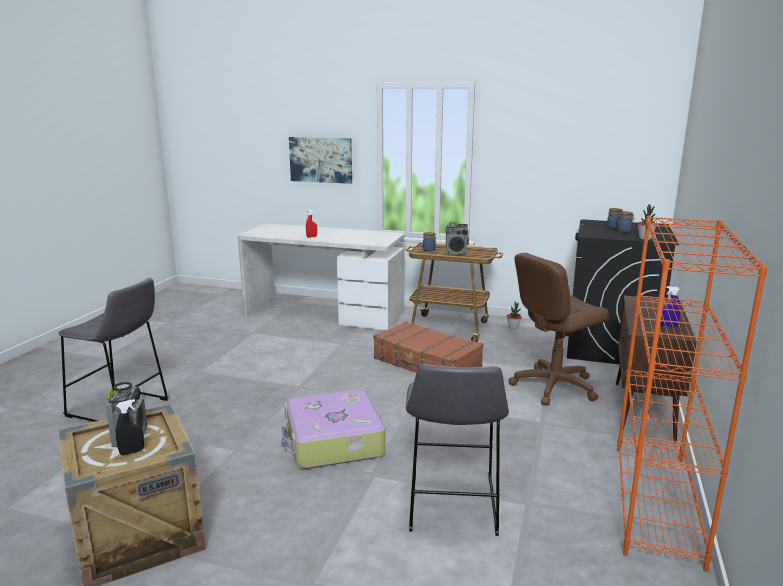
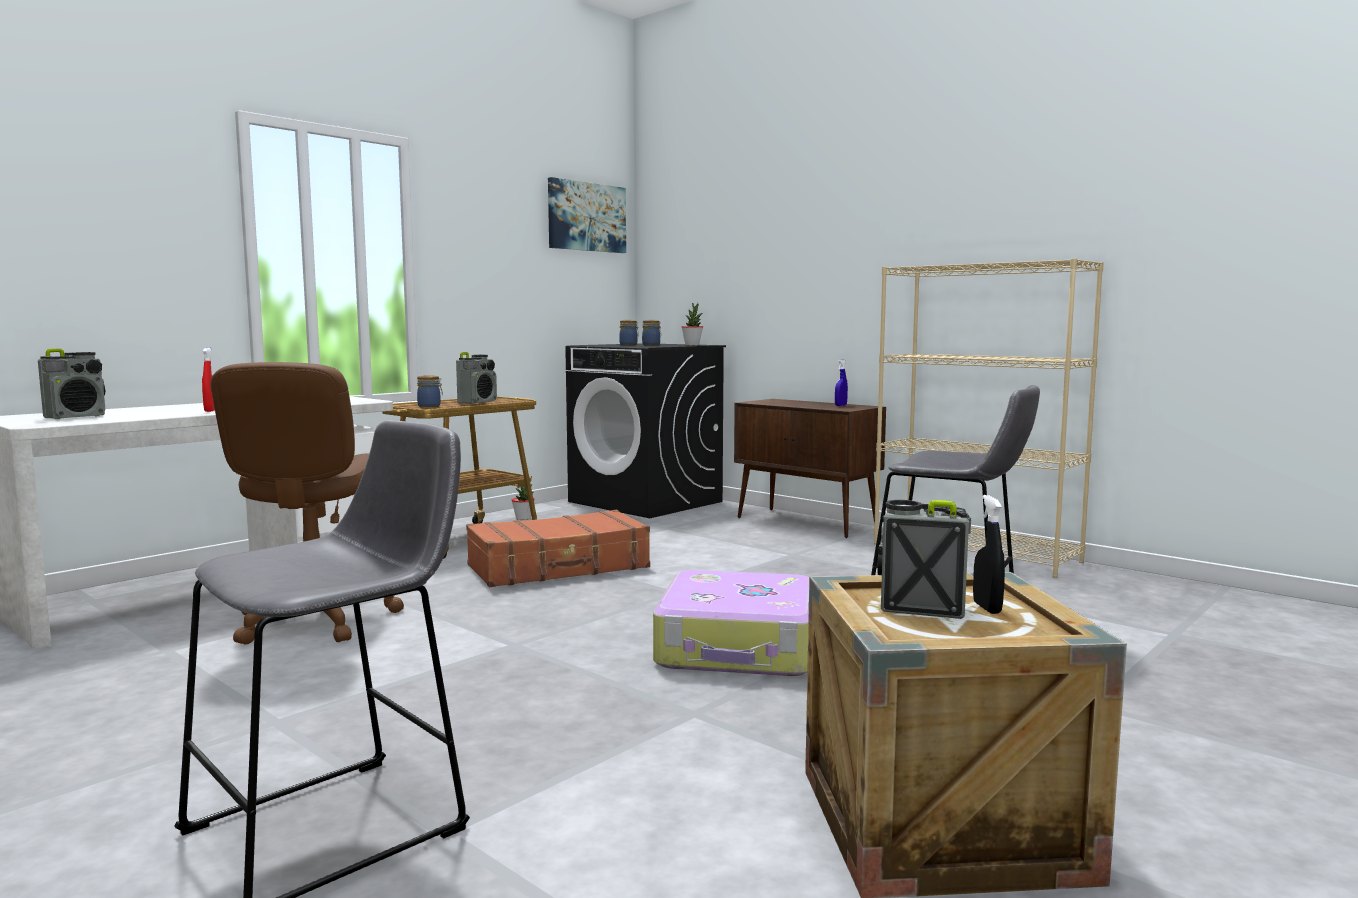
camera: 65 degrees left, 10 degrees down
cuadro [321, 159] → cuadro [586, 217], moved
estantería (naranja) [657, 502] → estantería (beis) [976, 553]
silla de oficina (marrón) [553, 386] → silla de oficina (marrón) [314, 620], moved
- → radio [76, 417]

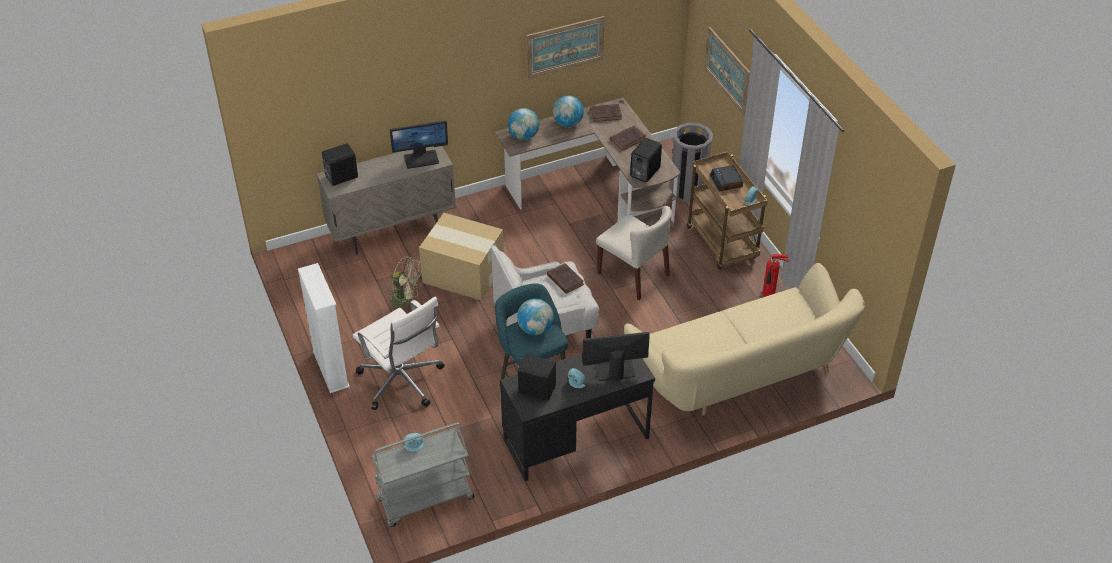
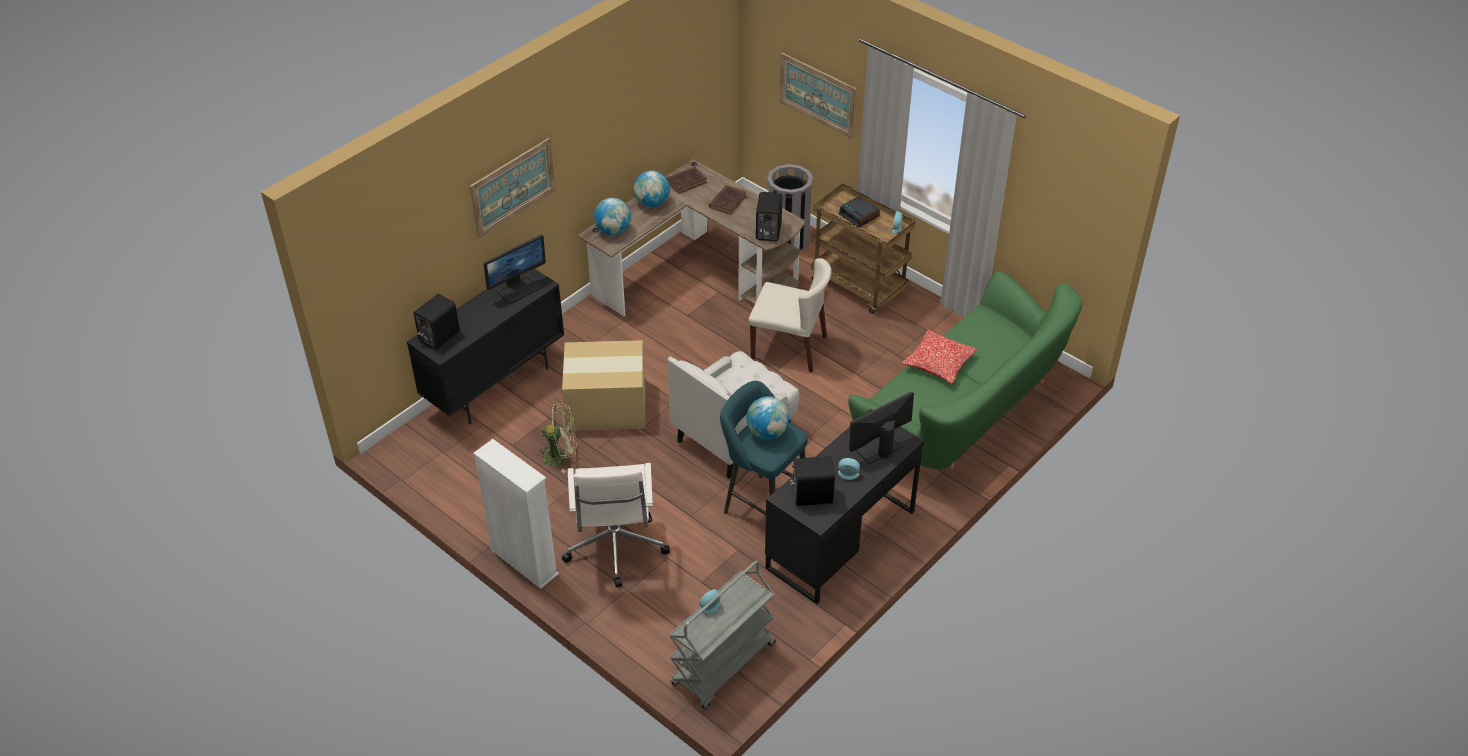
camera: 25 degrees left, 0 degrees up
cuadro [565, 46] → cuadro [513, 187], moved
armario (beis) [392, 231] → armario (negro) [495, 385]
extintor [769, 294] → -
libro (marrón) [564, 279] → -
sofá (beis) [740, 375] → sofá (verde) [962, 415]
silla de oficina (blanco) [402, 382] → silla de oficina (blanco) [615, 547], 60 degrees clockwise
- → cojín [938, 363]

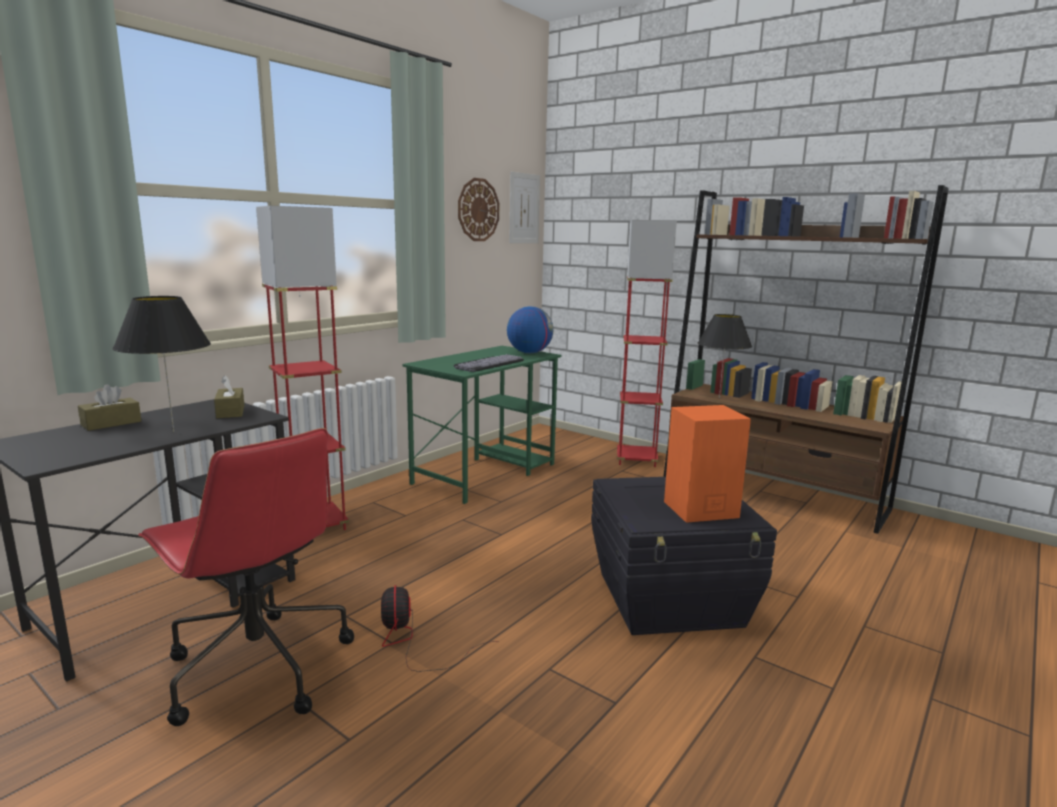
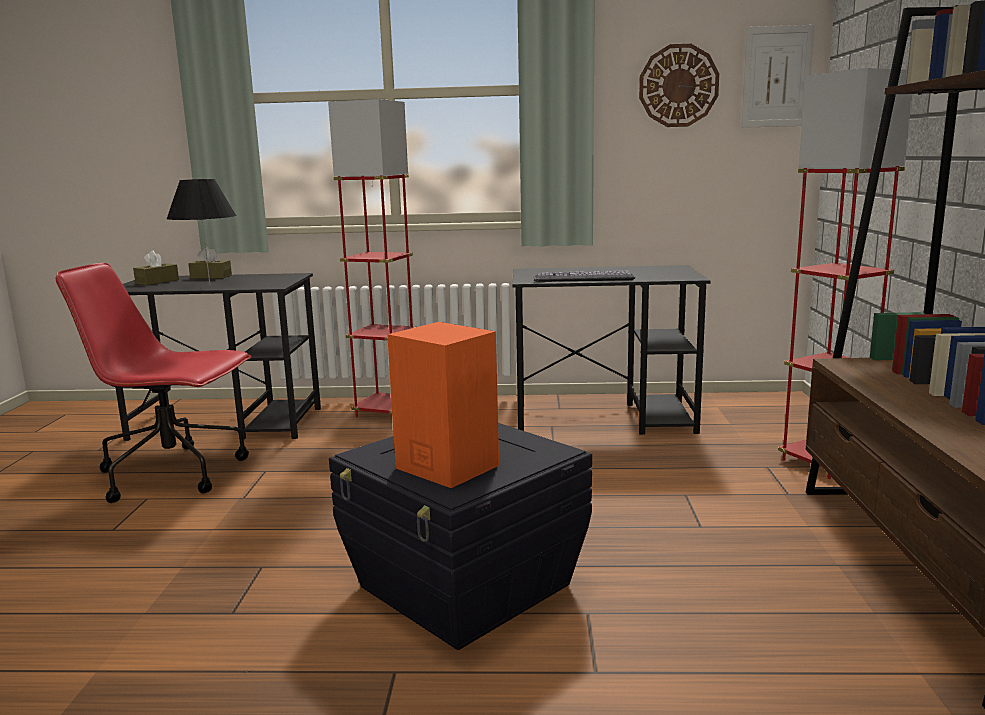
camera: 55 degrees right, 0 degrees up
globo terráqueo [529, 353] → -
lámpara de mesa (negro) [719, 398] → -
escritorio (verde) [486, 473] → escritorio (negro) [605, 419]
caja de pañuelos (marrón) [230, 411] → caja de pañuelos (marrón) [157, 281], moved
silla de oficina (rojo) [256, 667] → silla de oficina (rojo) [175, 473], 90 degrees clockwise
ventilador [413, 642] → -

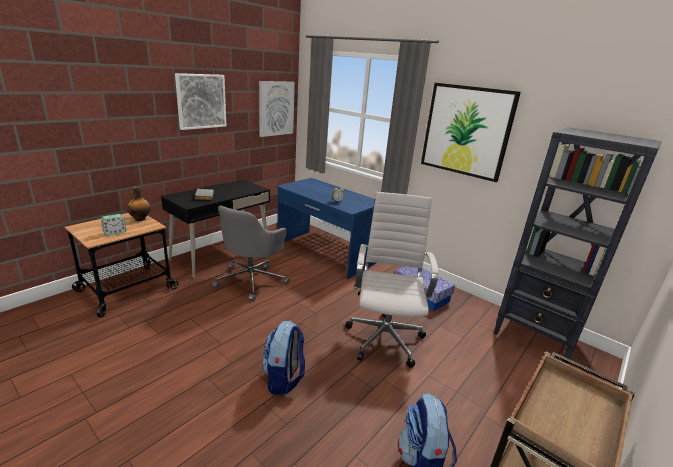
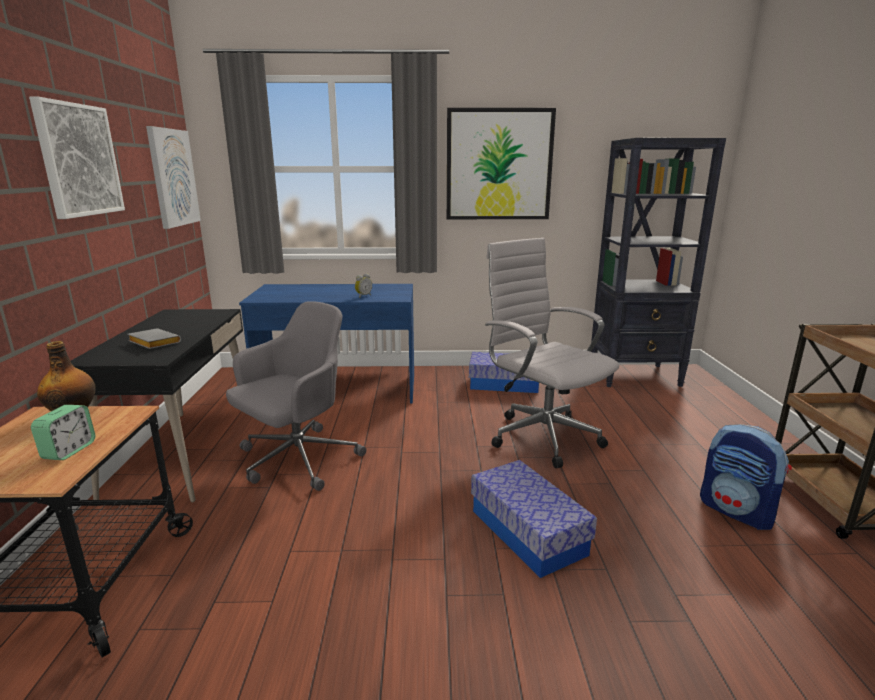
camera: 40 degrees left, 5 degrees down
silla de oficina (gris) [252, 280] → silla de oficina (gris) [297, 460], 120 degrees counterclockwise
mochila [284, 379] → caja de almacenaje [528, 532]

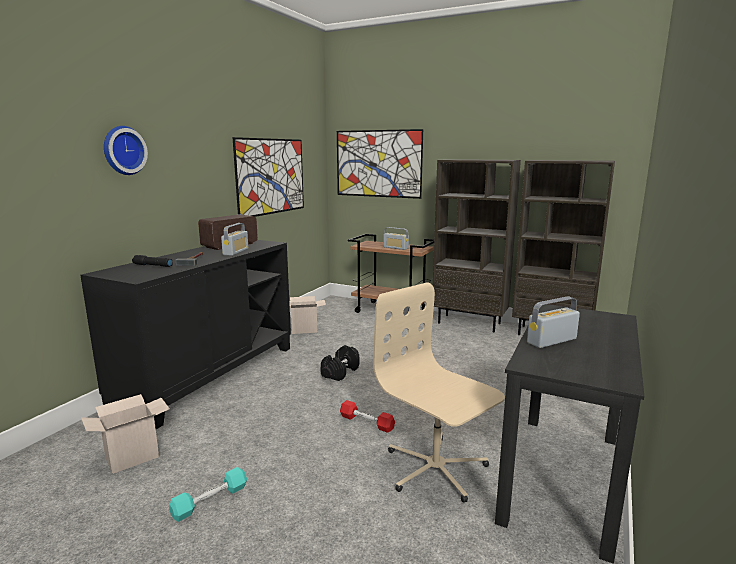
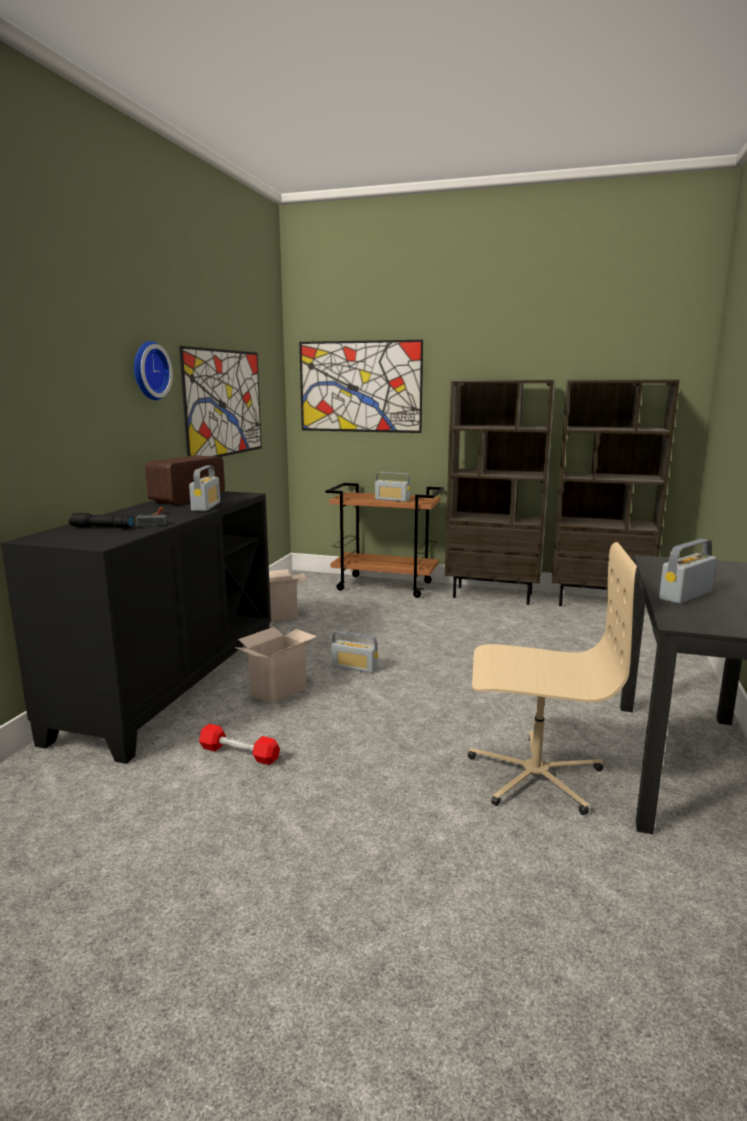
camera: 10 degrees left, 0 degrees up
reloj de pared [123, 150] → reloj de pared [148, 371], moved
silla de oficina (beis) [435, 469] → silla de oficina (beis) [534, 775], 150 degrees clockwise
mancuerna (negro) [340, 372] → radio [354, 667]
caja de cartón [133, 456] → caja de cartón [278, 690], moved
mancuerna (rojo) [366, 422] → mancuerna (rojo) [239, 753], moved
mancuerna (turquesa) [210, 501] → -

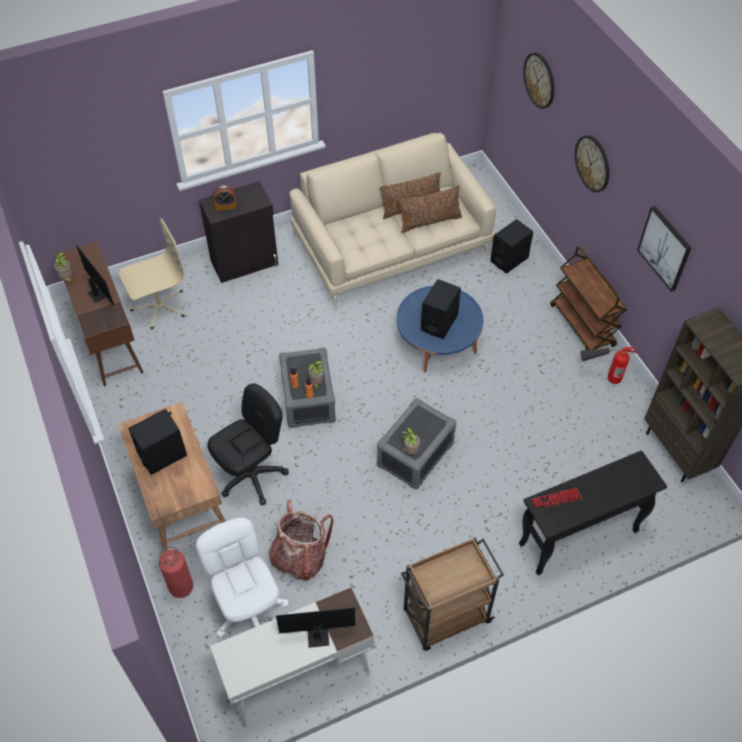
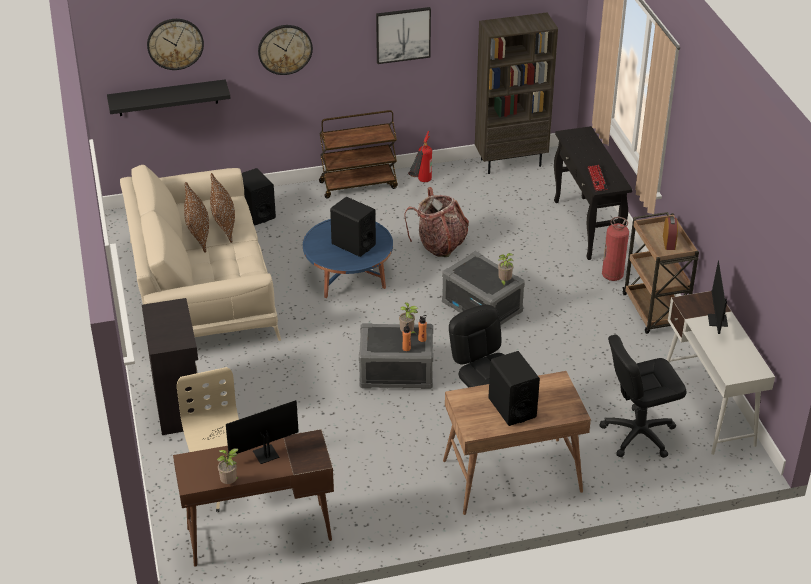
camera: 80 degrees left, 15 degrees down
despertador [226, 206] → despertador [669, 242], moved
mochila [300, 557] → mochila [439, 244], moved
silla de oficina (blanco) [249, 609] → silla de oficina (negro) [638, 434]
extintor [181, 587] → extintor [612, 275], moved
- → estante (negro) [167, 98]

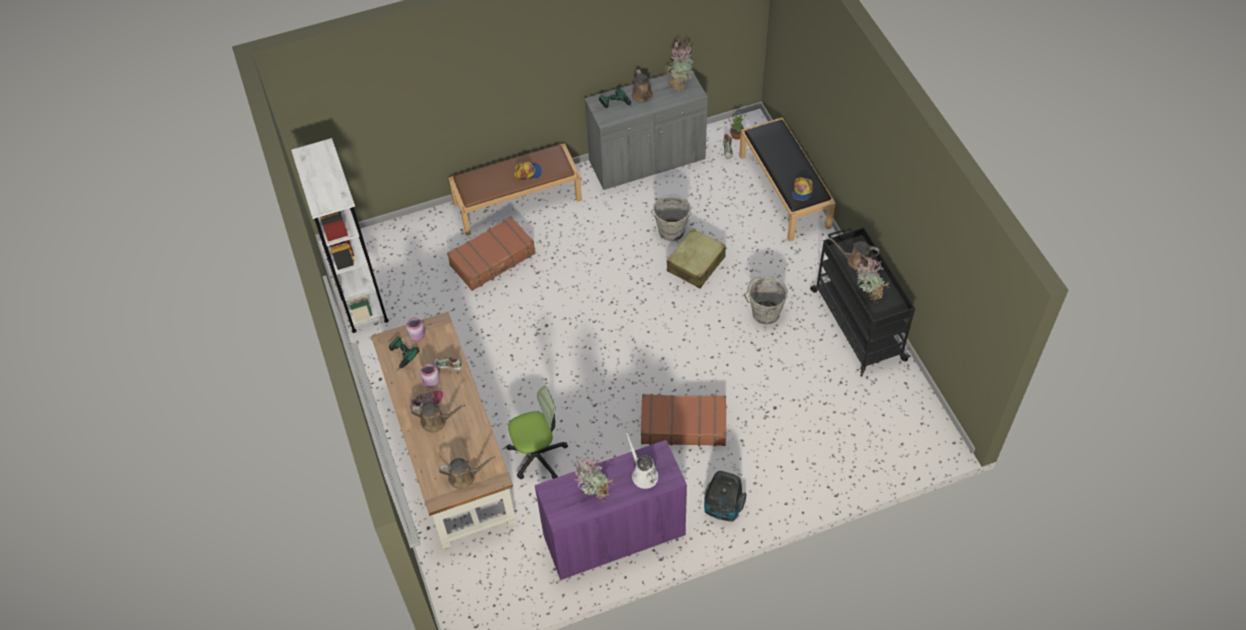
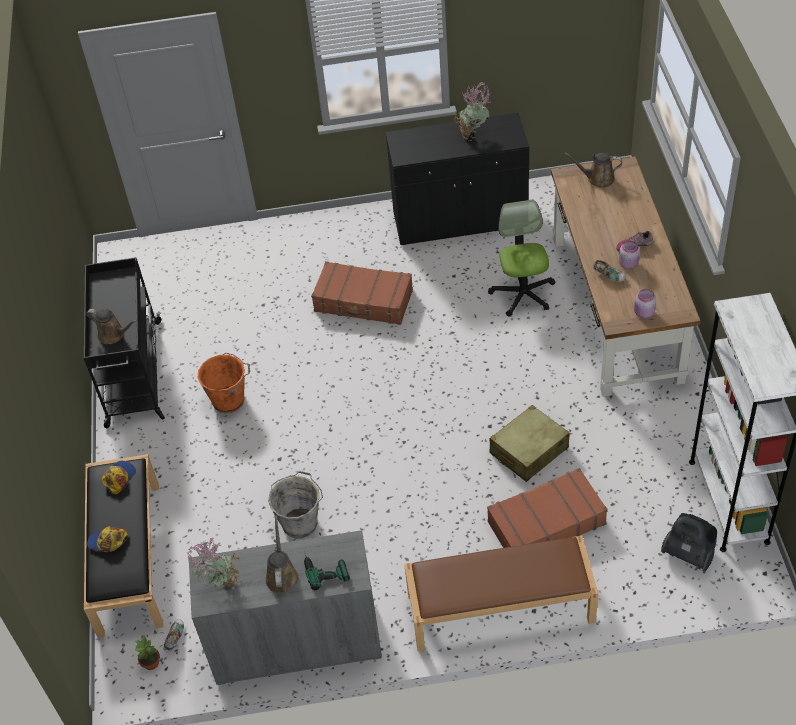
camera: 165 degrees left, 5 degrees down
gorra [528, 172] → gorra [107, 541], moved
maleta (beis) [696, 264] → maleta (beis) [528, 451], moved
planta en maceta [867, 295] → -
cubo (gris) [764, 314] → cubo (naranja) [230, 400]
taladro [399, 357] → -
silla de oficina [537, 455] → silla de oficina [523, 294], 90 degrees clockwise
regadera (marrón) [436, 421] → -
regadera (blanco) [643, 474] → -
armario (morado) [614, 535] → armario (negro) [460, 220]
aspiradora [723, 508] → aspiradora [689, 553], moved

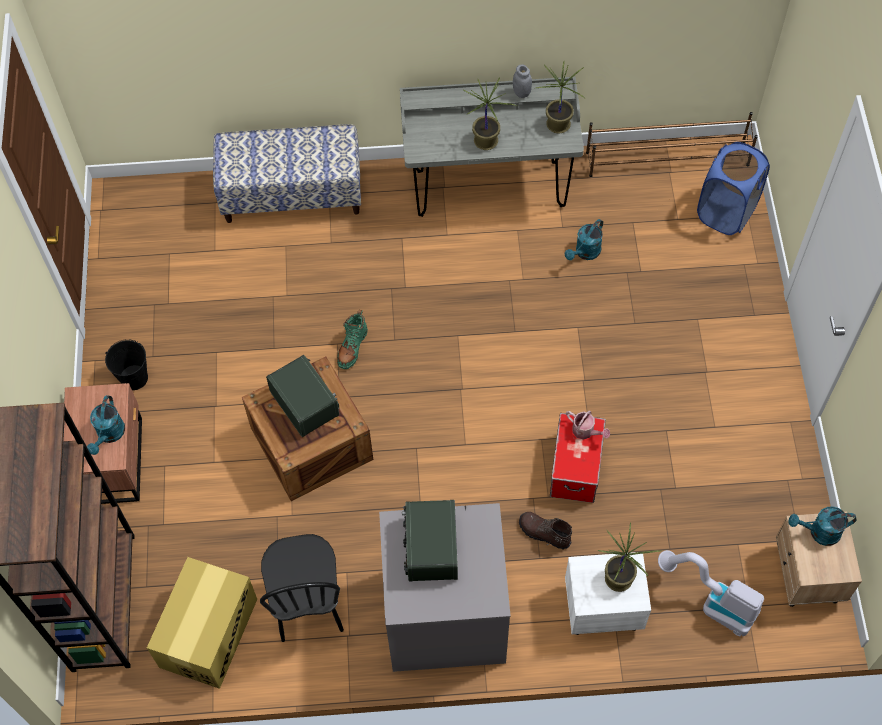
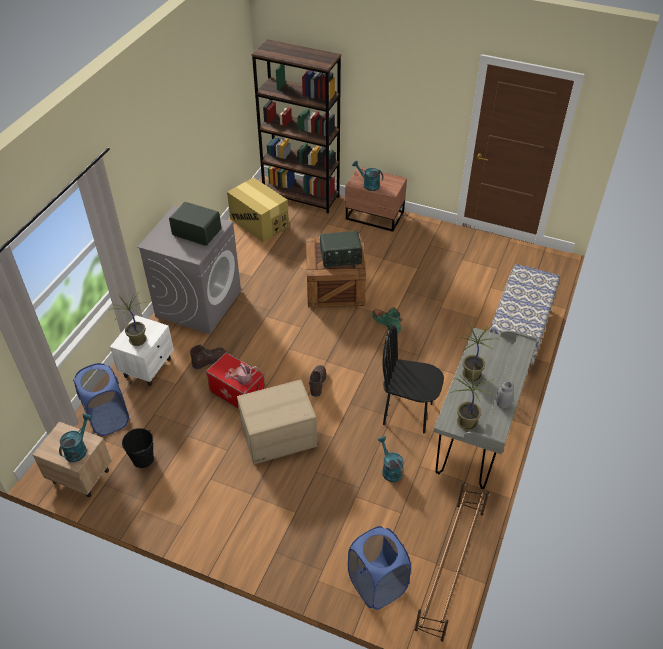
camera: 115 degrees right, 15 degrees down
cubo (negro) [134, 378] → cubo (negro) [143, 459], moved
silla (negro) [308, 606] → silla (negro) [408, 413], moved
aspiradora [712, 602] → cesto de la ropa (azul) [108, 418]
- → bota (marrón) [317, 383]
- → caja de cartón [278, 437]

